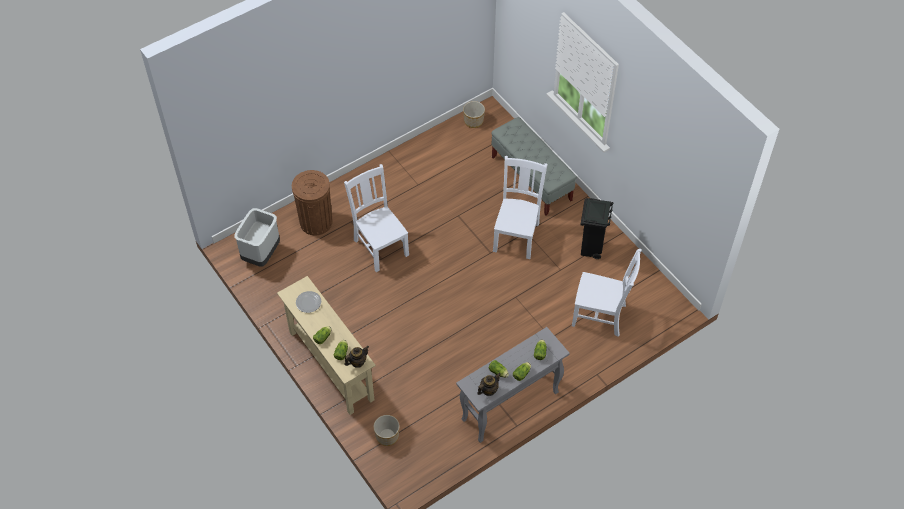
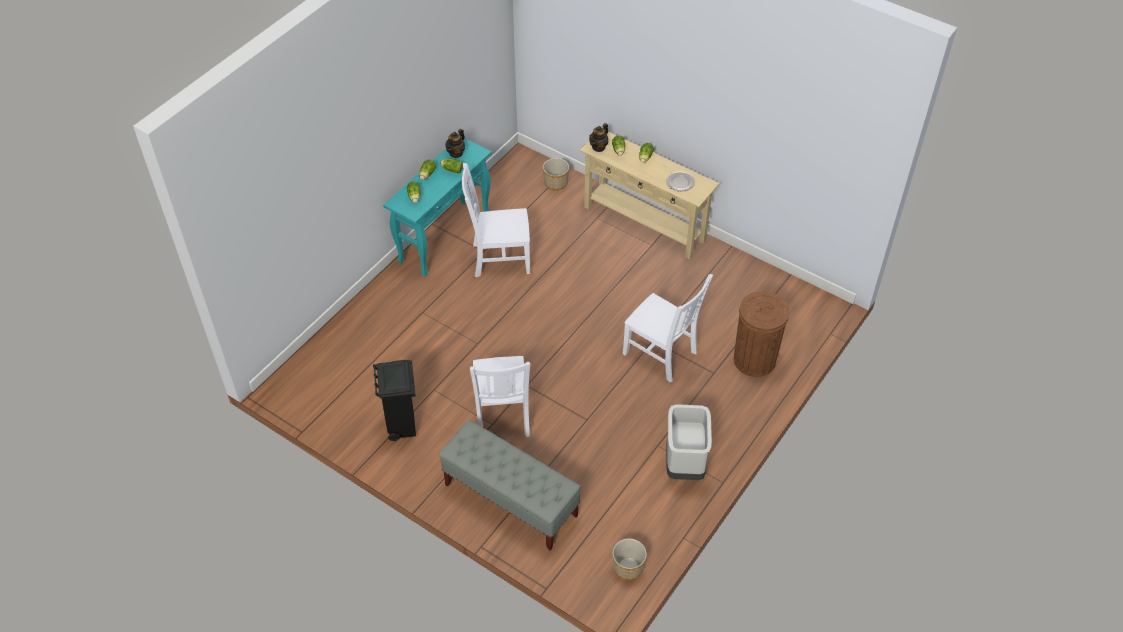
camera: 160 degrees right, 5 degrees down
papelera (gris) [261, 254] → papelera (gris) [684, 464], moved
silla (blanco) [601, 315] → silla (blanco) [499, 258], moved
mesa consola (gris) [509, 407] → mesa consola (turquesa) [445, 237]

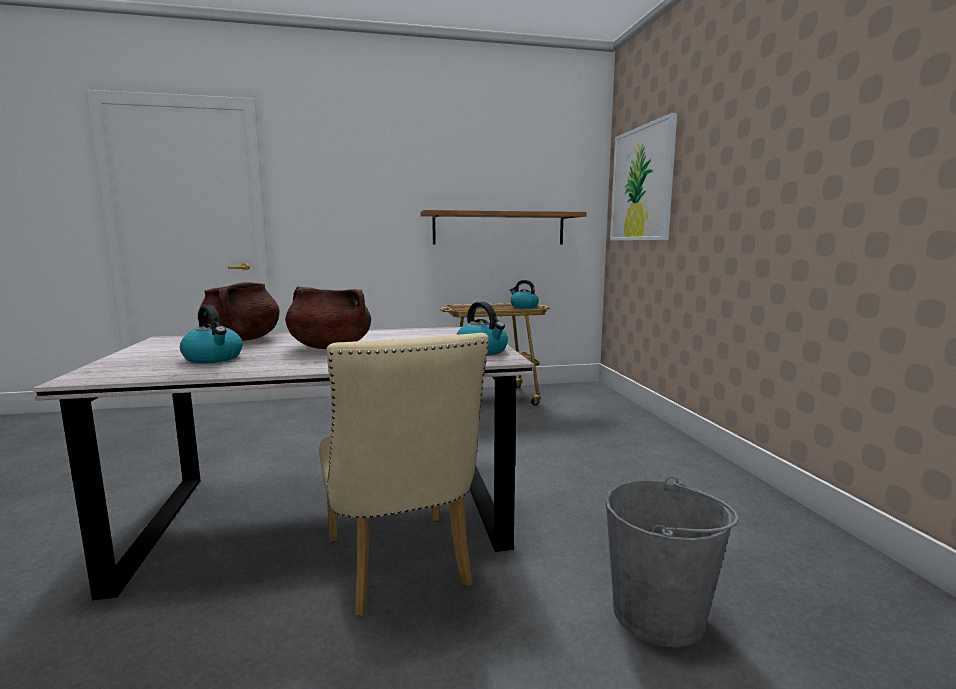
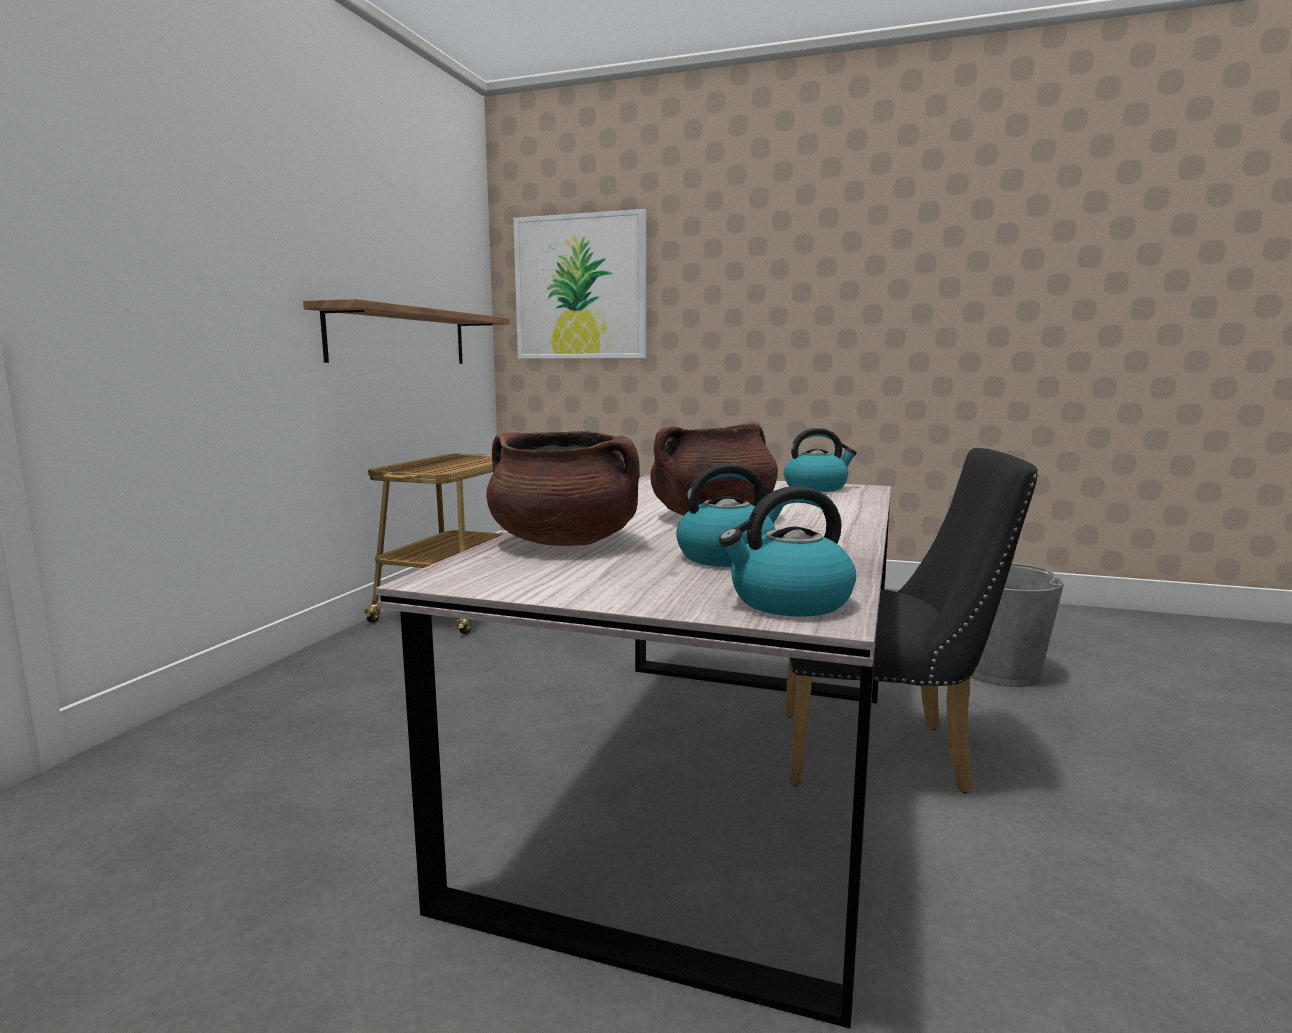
camera: 60 degrees left, 0 degrees up
hervidor [523, 306] → hervidor [789, 602], moved
silla (beis) [401, 569] → silla (negro) [886, 755]

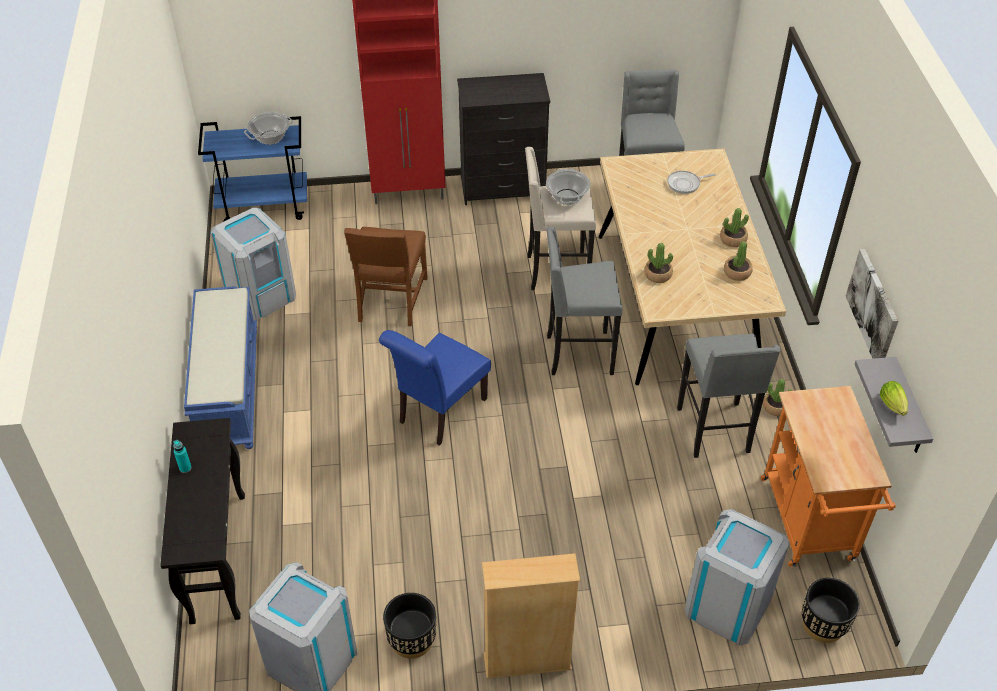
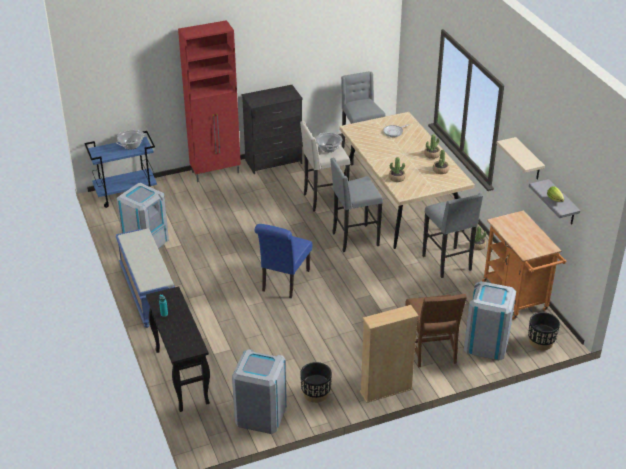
camera: 15 degrees left, 10 degrees down
silla (marrón) [390, 301] → silla (marrón) [431, 349], moved
cuadro [873, 307] → estante (beis) [528, 160]

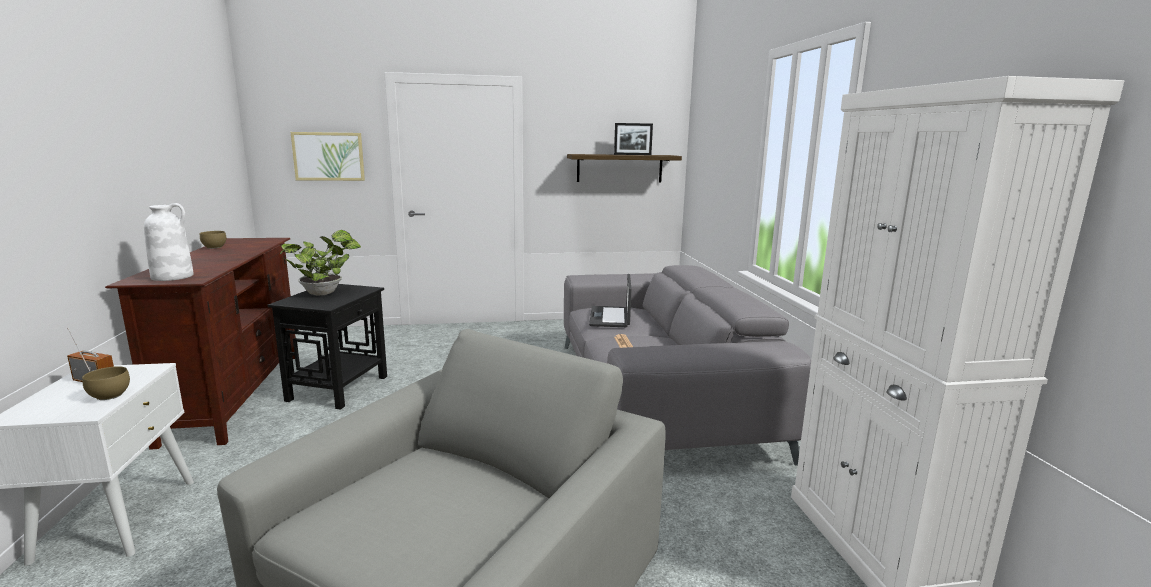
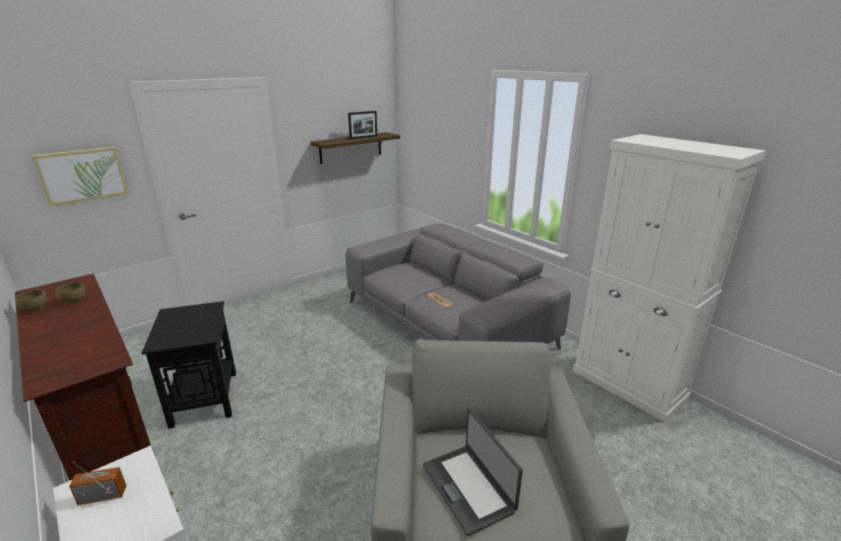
camera: 30 degrees left, 10 degrees up
florero (blanco) [173, 276] → -
planta en maceta [325, 293] → -
portátil [610, 317] → portátil [469, 487], moved
cuenco (marrón) [111, 396] → cuenco (marrón) [75, 300], moved

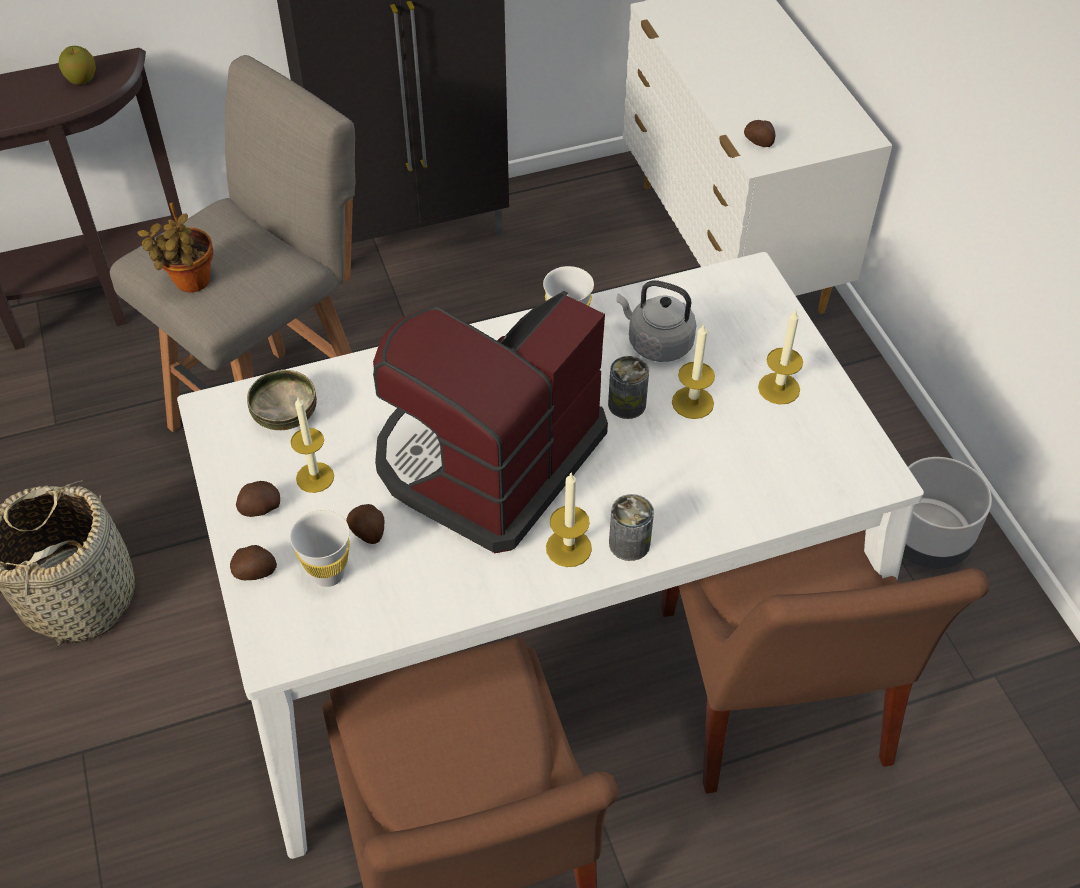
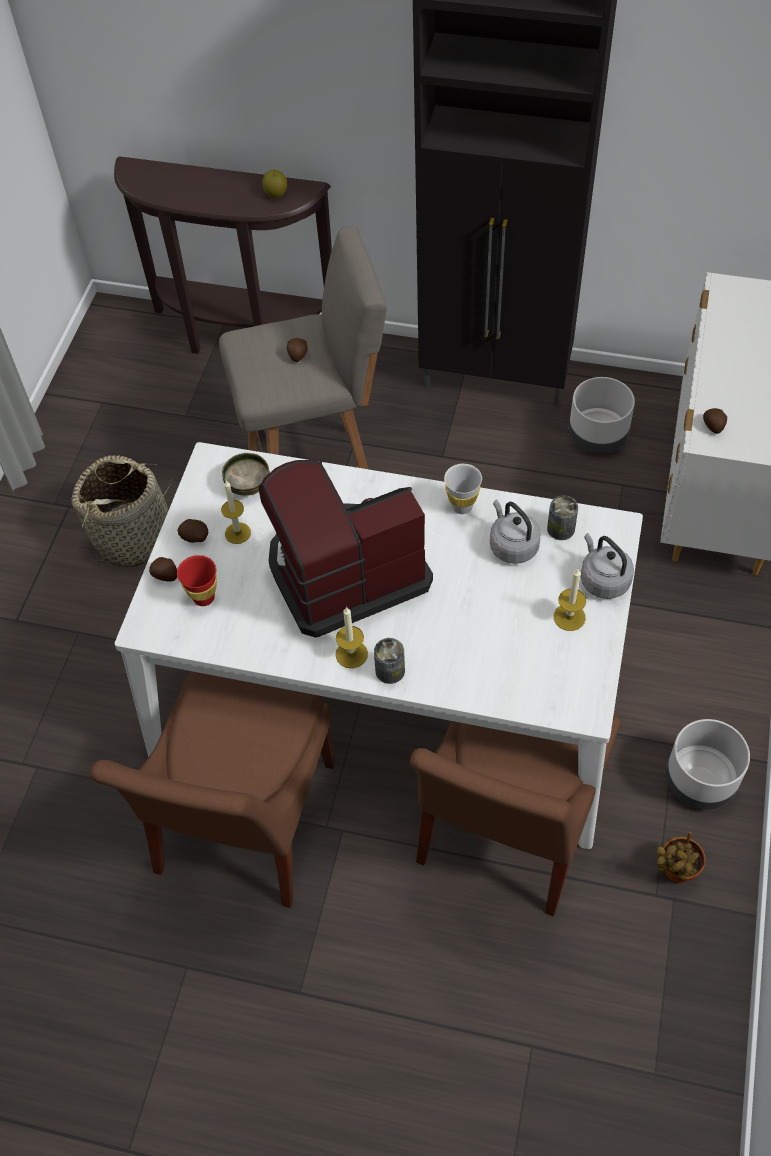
camera: 35 degrees right, 5 degrees up
planta en maceta [190, 283] → planta en maceta [675, 872], moved
vela [692, 402] → -
lata [627, 404] → lata [561, 529], moved
patata [368, 533] → patata [297, 356], moved
taza (blanco) [328, 574] → taza (rojo) [204, 597]
- → maceta (gris) [597, 436]
- → hervidor (gris) [603, 579]

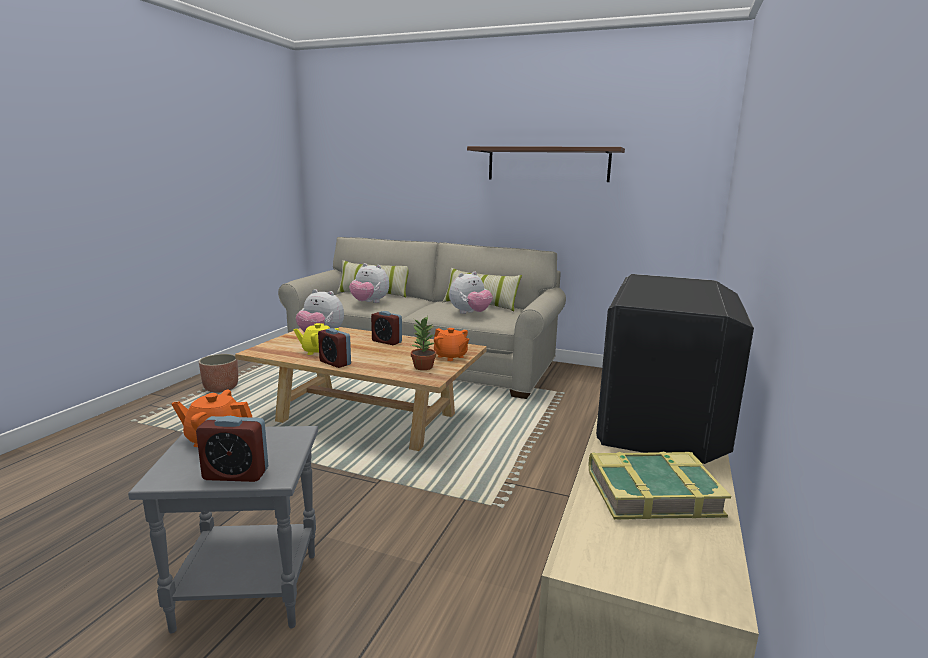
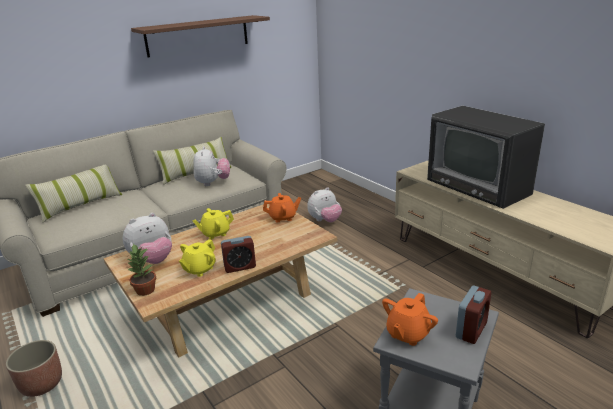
camera: 55 degrees left, 10 degrees up
peluche [369, 302] → peluche [325, 220], moved
despertador [386, 342] → tetera (amarillo) [215, 233]
planta en maceta [423, 367] → planta en maceta [145, 290], moved
libro [652, 493] → -

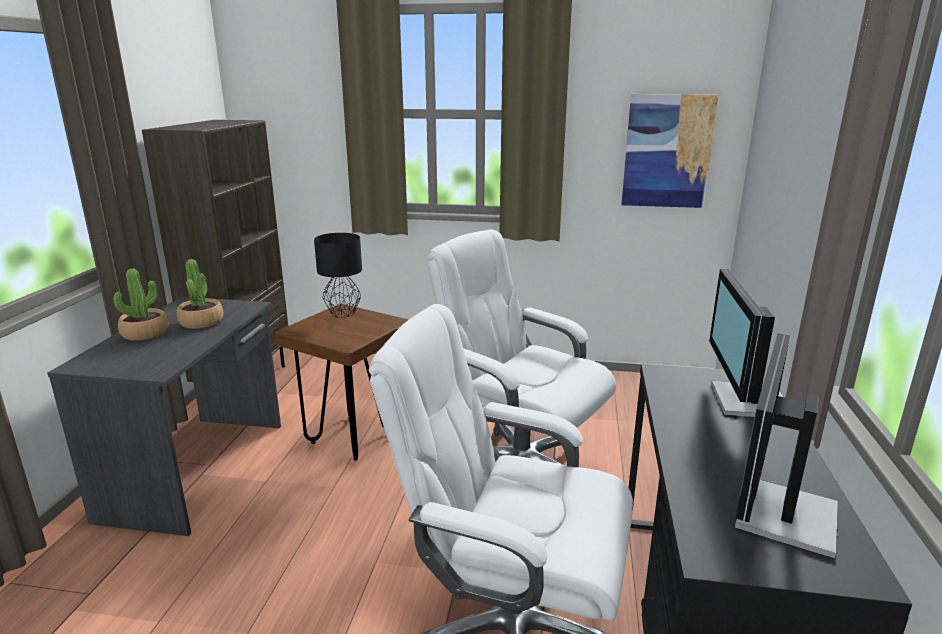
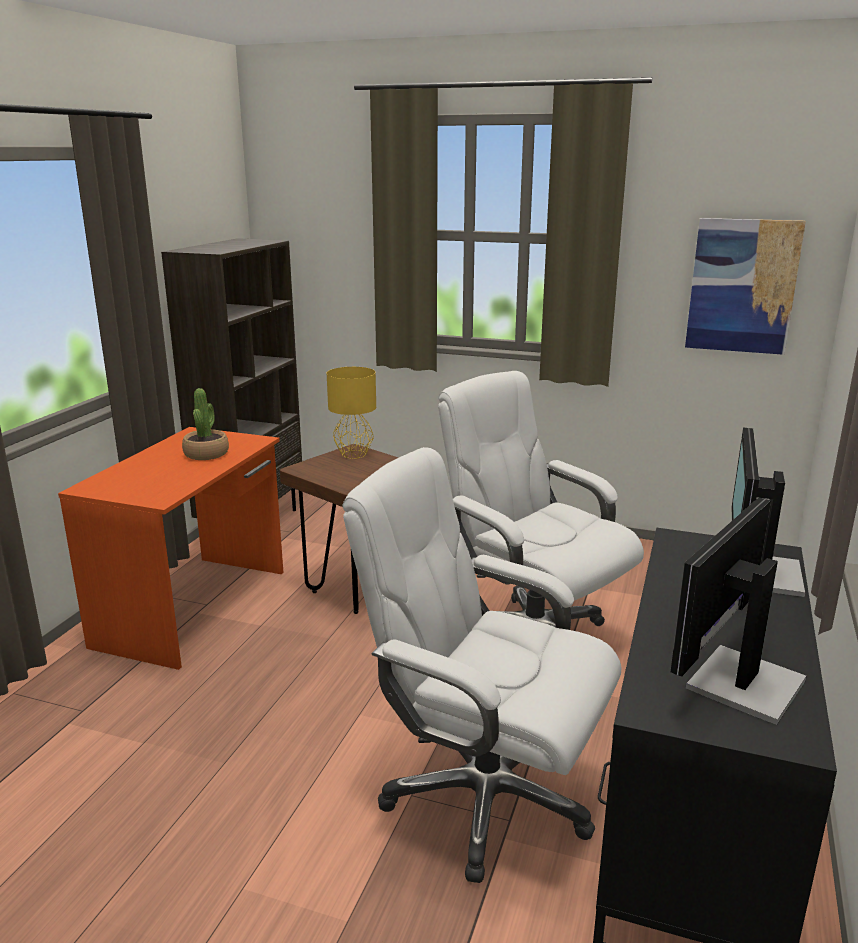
camera: 10 degrees right, 0 degrees up
lámpara de mesa (negro) [344, 313] → lámpara de mesa (amarillo) [354, 454]
planta en maceta [145, 333] → -
escritorio (gris) [199, 469] → escritorio (naranja) [195, 607]

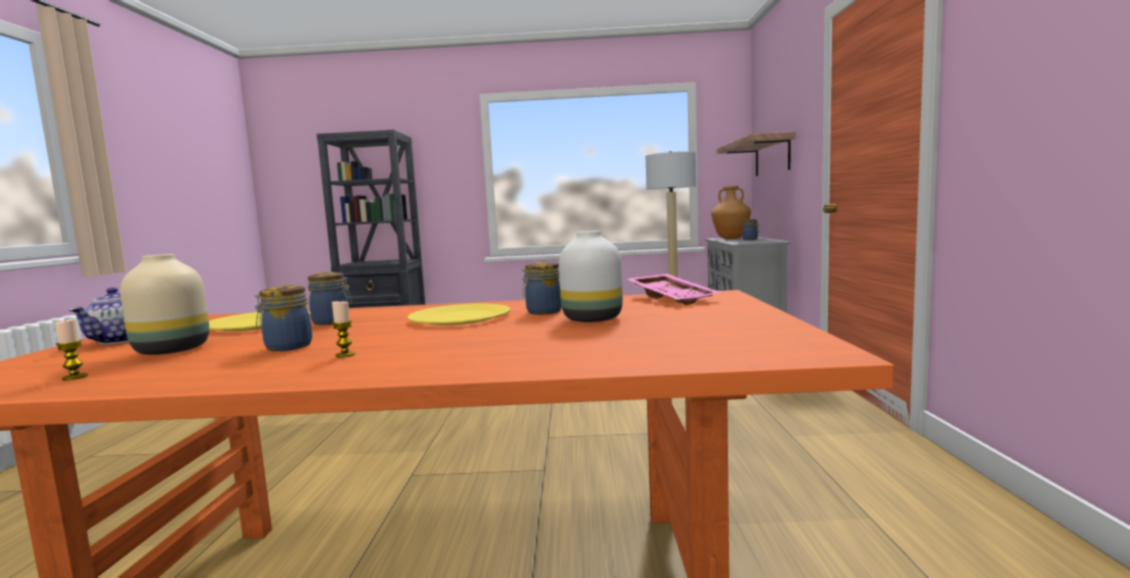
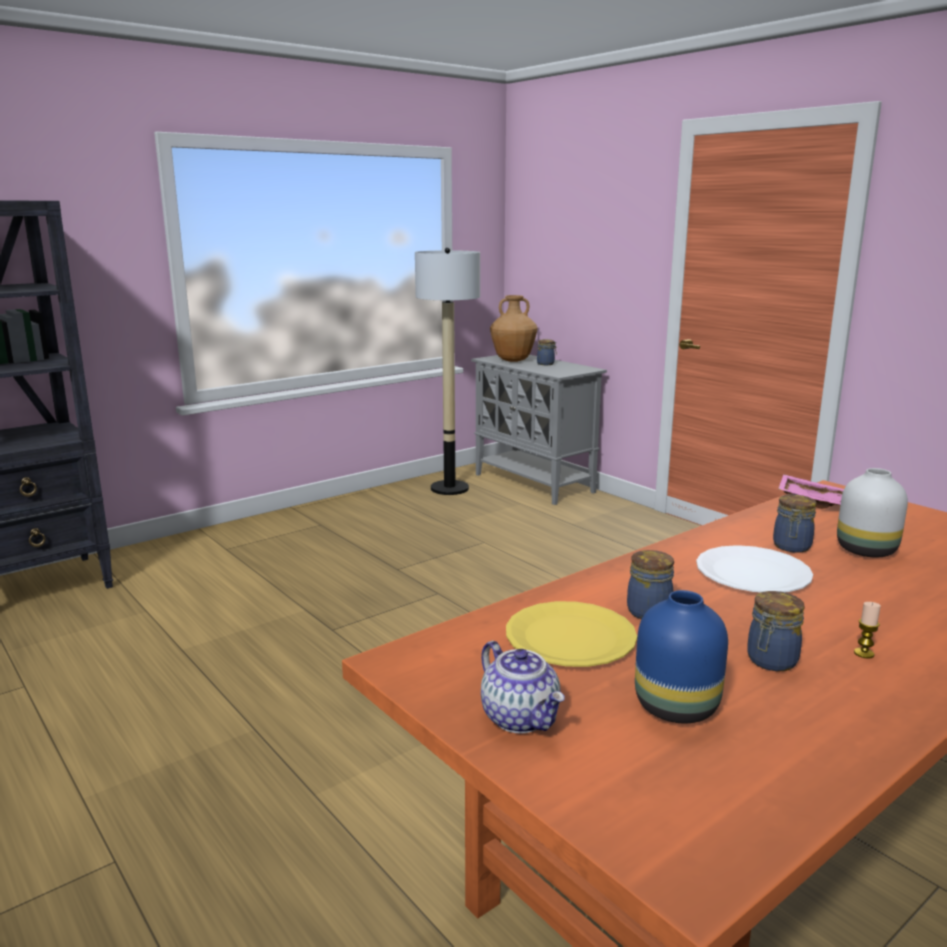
camera: 40 degrees left, 10 degrees up
estante [772, 156] → -
florero (beis) [171, 351] → florero (azul) [678, 708]
plato (amarillo) [459, 318] → plato (blanco) [752, 573]
vela [75, 377] → -

